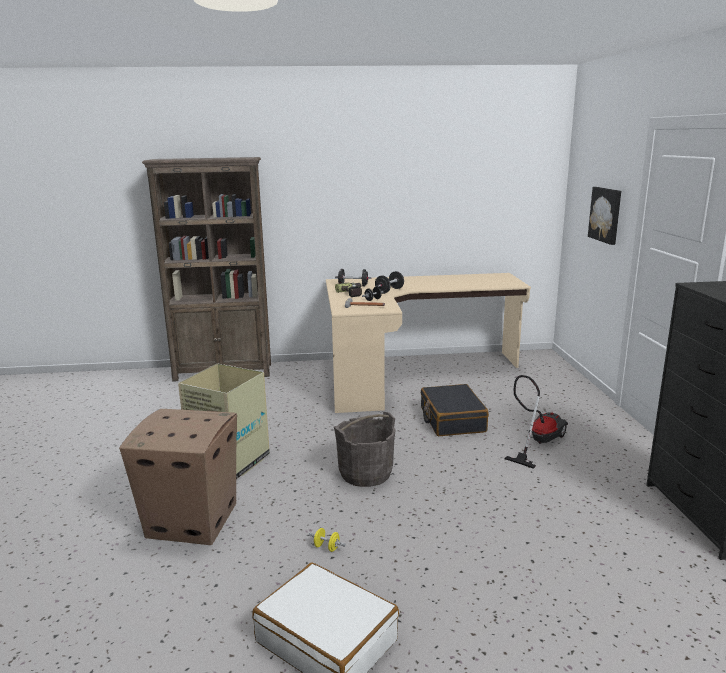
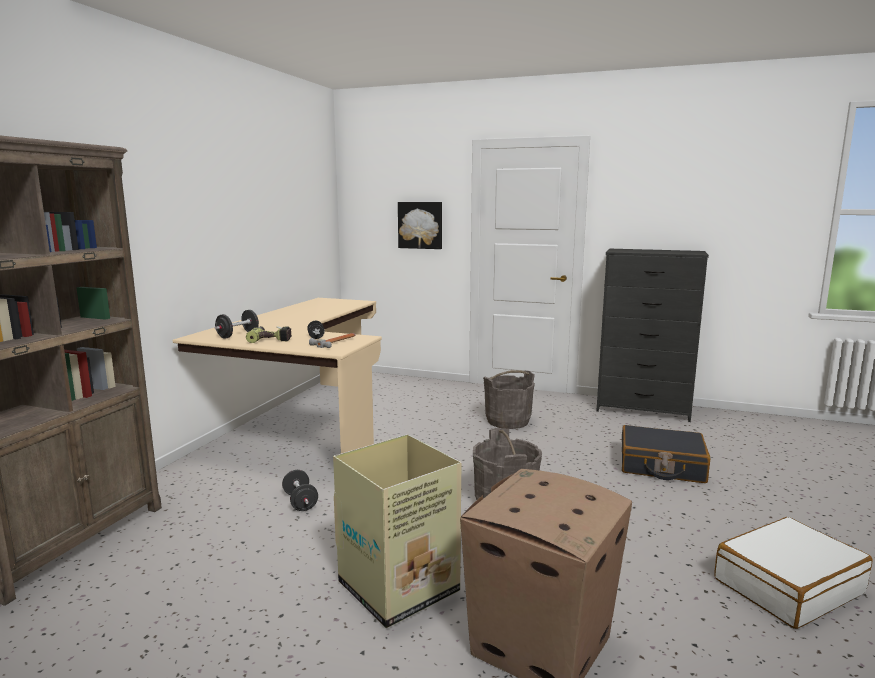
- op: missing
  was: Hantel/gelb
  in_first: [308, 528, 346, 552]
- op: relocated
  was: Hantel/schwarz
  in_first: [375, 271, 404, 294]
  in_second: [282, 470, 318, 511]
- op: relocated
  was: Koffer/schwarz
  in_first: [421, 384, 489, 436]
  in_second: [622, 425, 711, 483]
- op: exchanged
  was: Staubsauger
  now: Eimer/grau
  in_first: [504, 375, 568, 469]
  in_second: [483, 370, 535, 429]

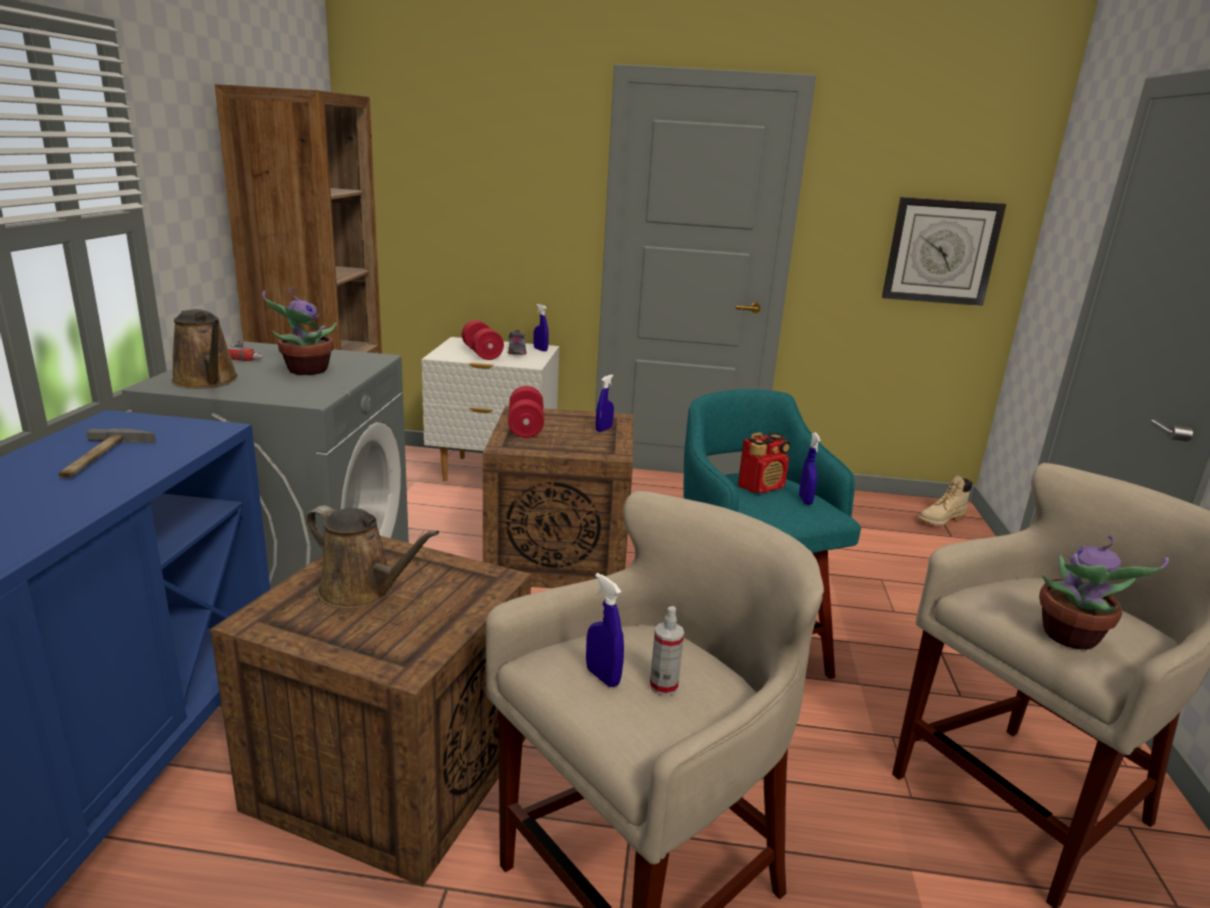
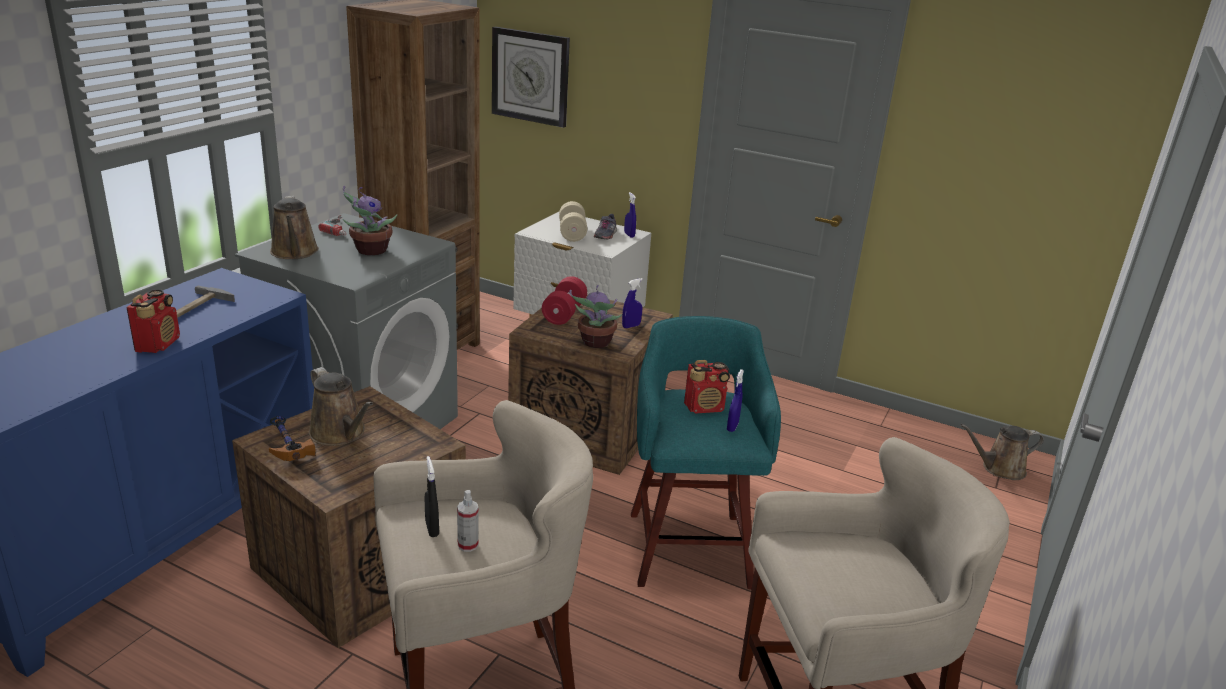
- op: appeared
  now: Radio
  in_second: [126, 289, 180, 353]
- op: appeared
  now: Hammer
  in_second: [269, 416, 316, 461]
- op: relocated
  was: Wanduhr
  in_first: [882, 197, 1006, 306]
  in_second: [492, 27, 570, 128]
- op: relocated
  was: Topfpflanze
  in_first: [1039, 536, 1169, 650]
  in_second: [569, 285, 622, 348]
- op: exchanged
  was: Stiefel/beige
  now: Gießkanne/braun
  in_first: [918, 475, 973, 526]
  in_second: [961, 424, 1044, 480]
- op: colour
  was: Hantel/rot
  now: Hantel/beige
  in_first: [462, 320, 504, 360]
  in_second: [559, 201, 587, 242]
- op: colour
  was: Sprühflasche/blau
  now: Sprühflasche/schwarz
  in_first: [586, 573, 624, 687]
  in_second: [425, 456, 439, 537]

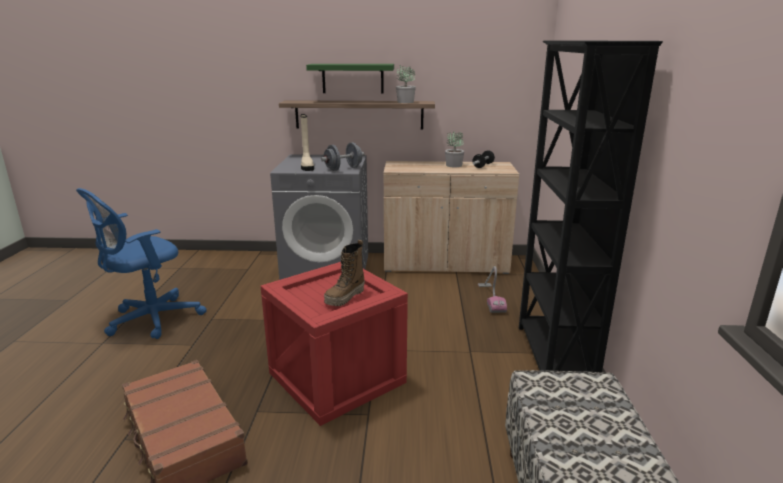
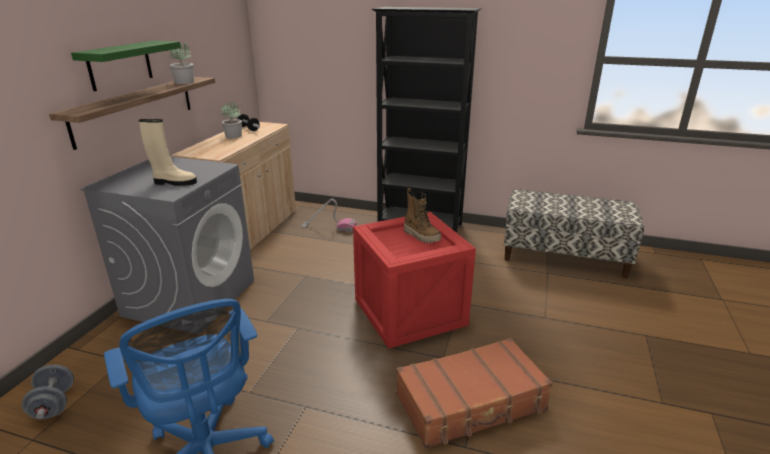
- op: relocated
  was: Hantel/grau
  in_first: [321, 142, 365, 171]
  in_second: [22, 365, 74, 419]

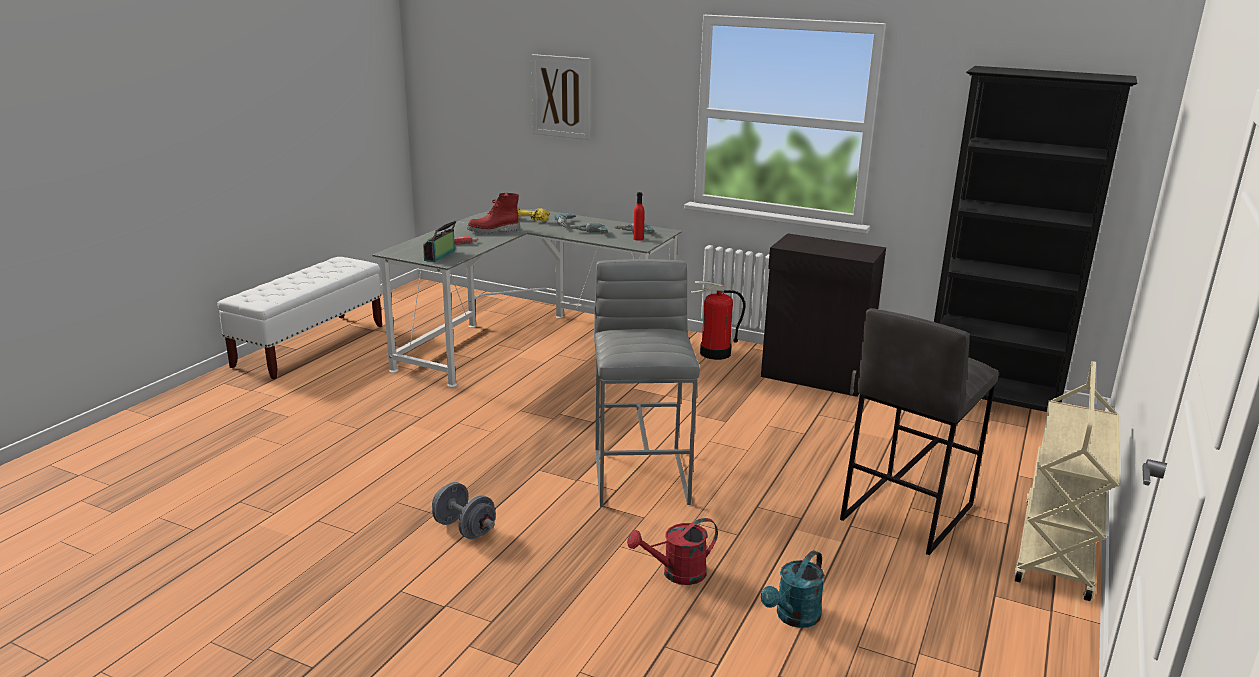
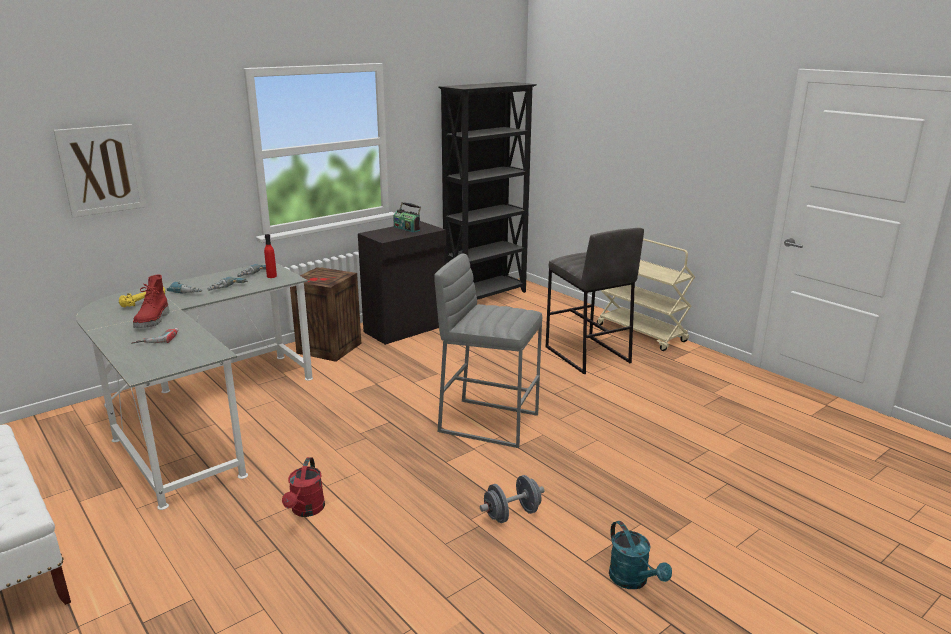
- op: relocated
  was: Radio
  in_first: [423, 221, 456, 262]
  in_second: [393, 202, 421, 233]
- op: relocated
  was: Gießkanne/rot
  in_first: [627, 518, 718, 585]
  in_second: [282, 457, 325, 517]
- op: relocated
  was: Gießkanne/türkis
  in_first: [761, 550, 825, 628]
  in_second: [609, 521, 672, 589]
- op: exchanged
  was: Feuerlöscher
  now: Kiste
  in_first: [691, 281, 746, 360]
  in_second: [290, 267, 361, 362]

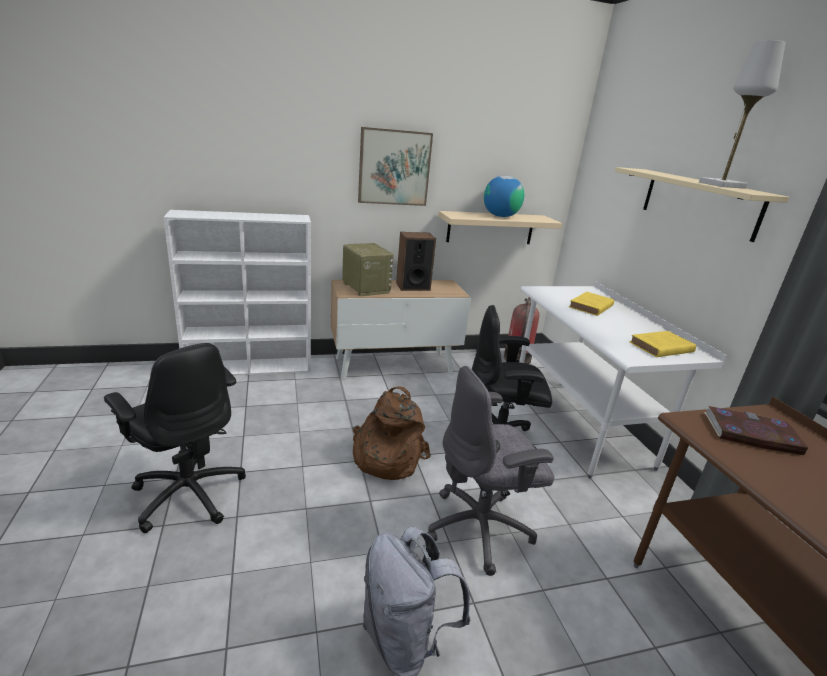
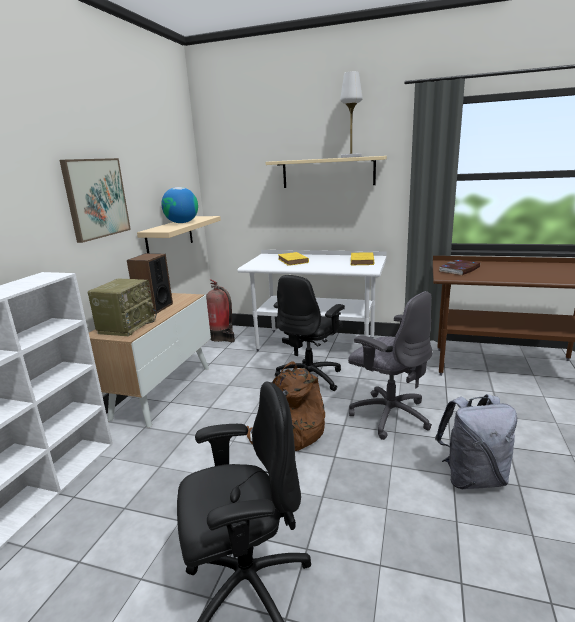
- op: spun
  was: Radio
  in_first: [342, 243, 394, 297]
  in_second: [87, 279, 157, 336]
  clockwise: 105
- op: spun
  was: Bürostuhl/grau
  in_first: [428, 366, 554, 576]
  in_second: [348, 291, 432, 440]
  clockwise: -60

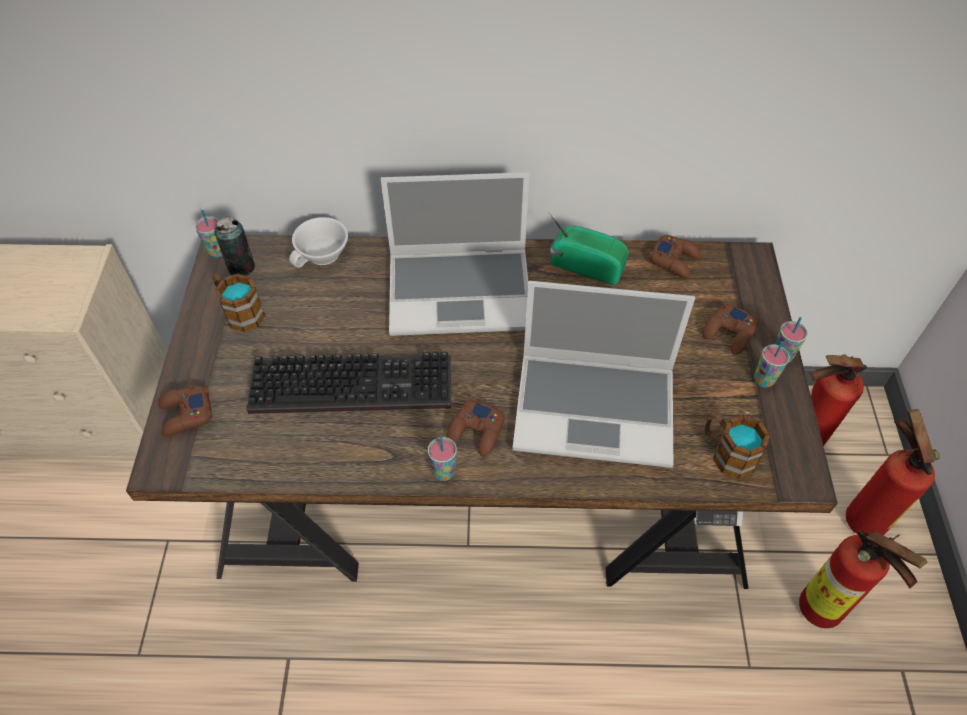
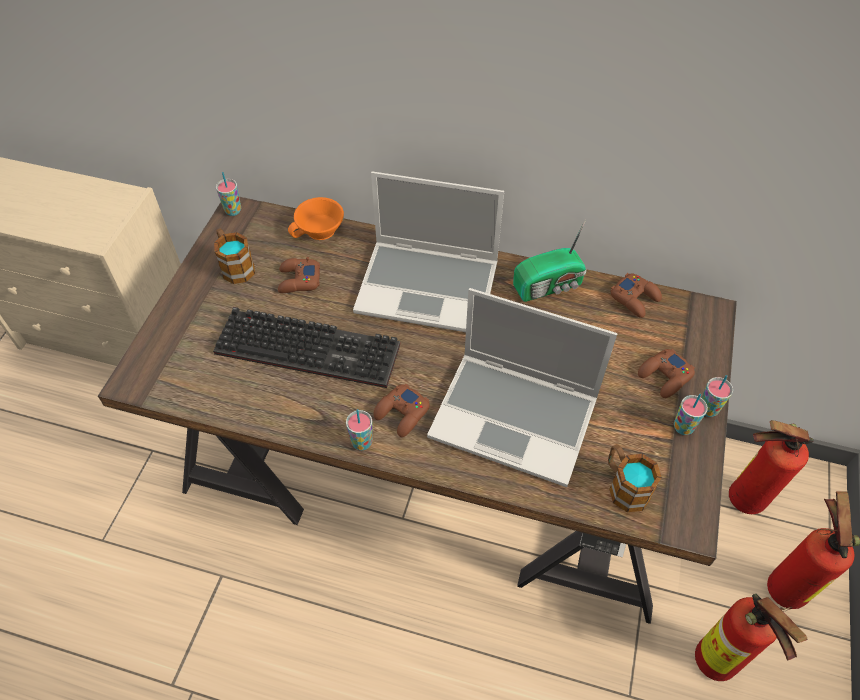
- op: missing
  was: Dose
  in_first: [214, 217, 255, 276]
- op: relocated
  was: Gamepad/braun
  in_first: [158, 385, 213, 436]
  in_second: [278, 257, 320, 293]
- op: colour
  was: Tasse/weiß
  now: Tasse/orange
  in_first: [289, 217, 348, 268]
  in_second: [288, 197, 344, 240]
- op: spun
  was: Radio
  in_first: [549, 213, 629, 285]
  in_second: [513, 219, 587, 302]
  clockwise: 120

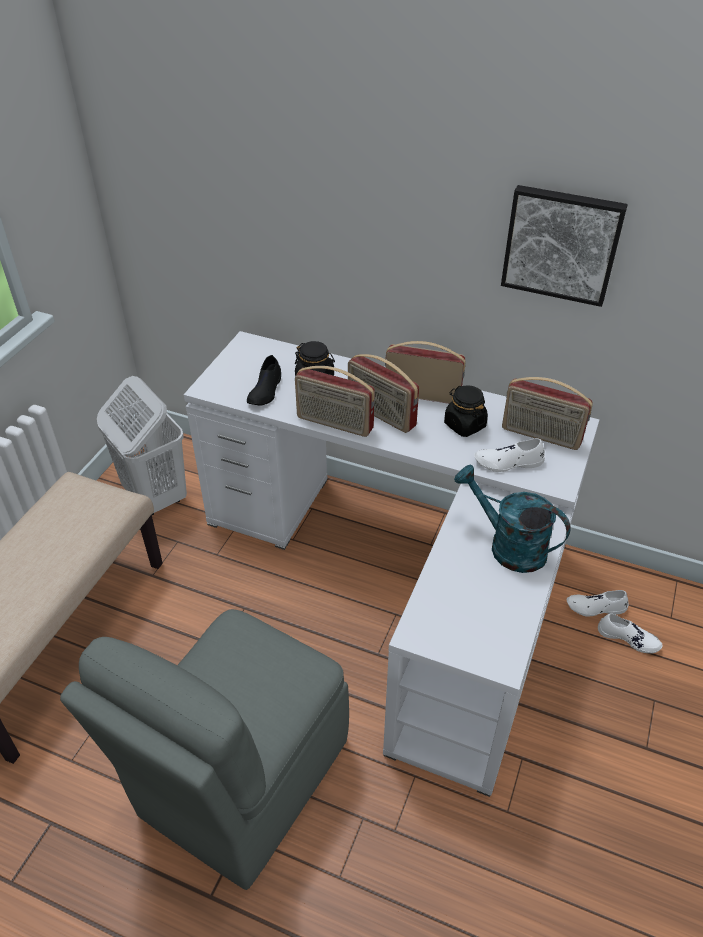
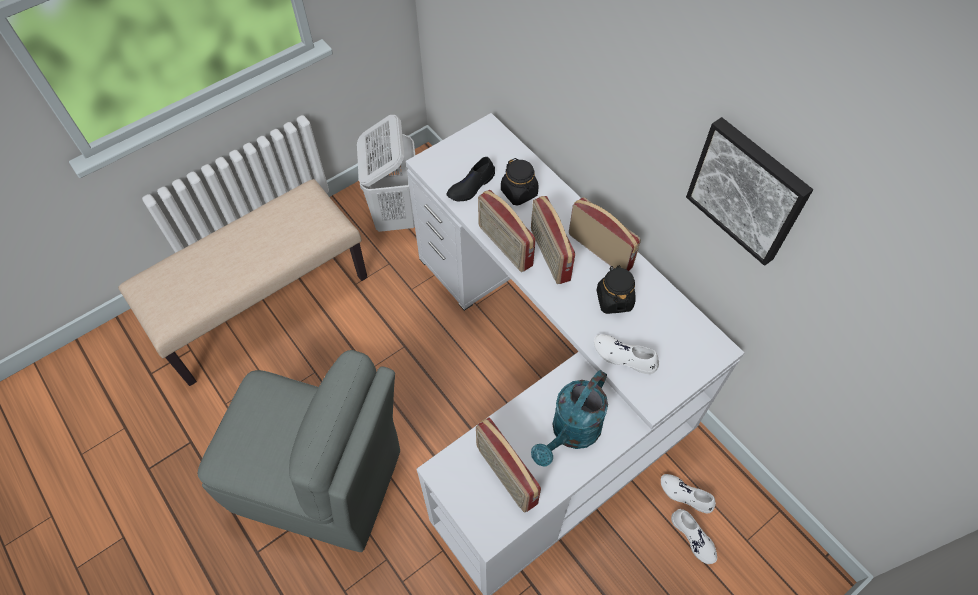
- op: relocated
  was: Radio
  in_first: [502, 377, 593, 450]
  in_second: [476, 417, 541, 513]
- op: spun
  was: Stuhl/grau
  in_first: [60, 609, 349, 890]
  in_second: [198, 350, 400, 552]
  clockwise: -135
- op: spun
  was: Gießkanne/türkis
  in_first: [454, 465, 571, 573]
  in_second: [531, 370, 608, 467]
  clockwise: -120

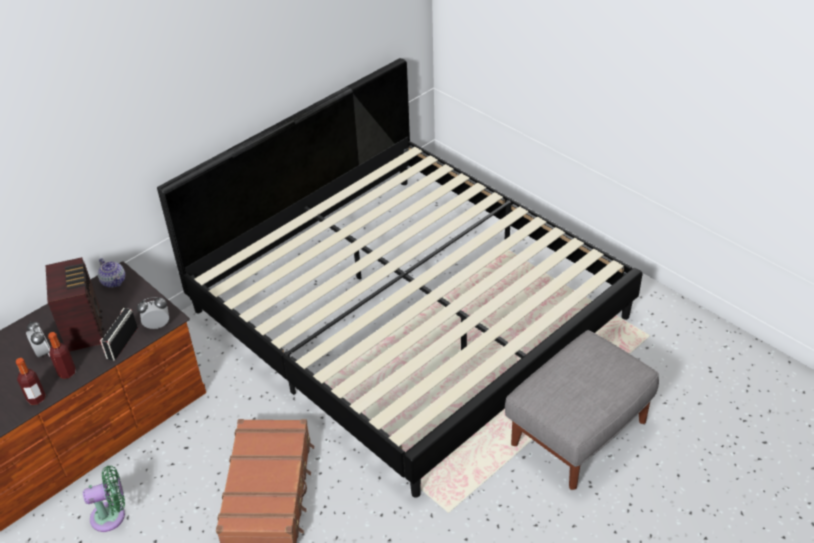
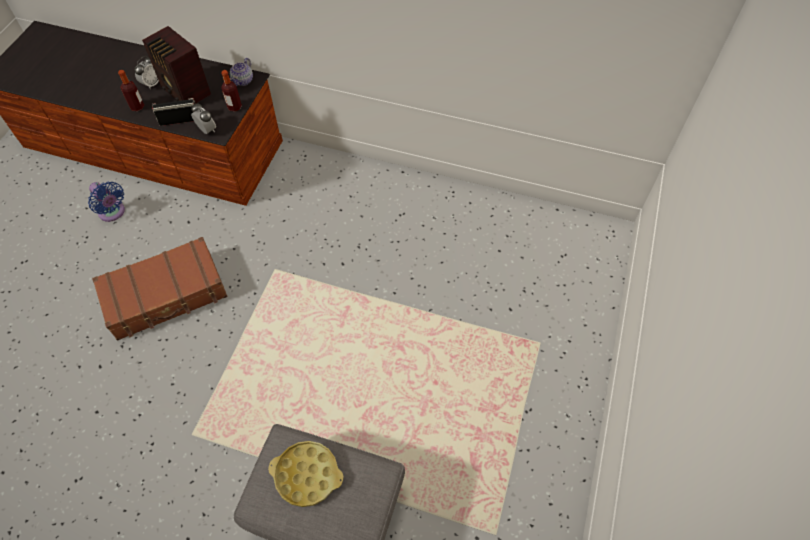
- op: missing
  was: Bett
  in_first: [157, 58, 643, 498]
- op: appeared
  now: Tablett/gelb
  in_second: [268, 441, 343, 507]
- op: relocated
  was: Flasche
  in_first: [16, 358, 46, 405]
  in_second: [221, 70, 242, 112]
- op: colour
  was: Ventilator/grün
  now: Ventilator/blau
  in_first: [83, 466, 125, 532]
  in_second: [88, 182, 125, 222]
- op: spun
  was: Radio
  in_first: [46, 257, 104, 352]
  in_second: [142, 26, 211, 103]
  clockwise: 90

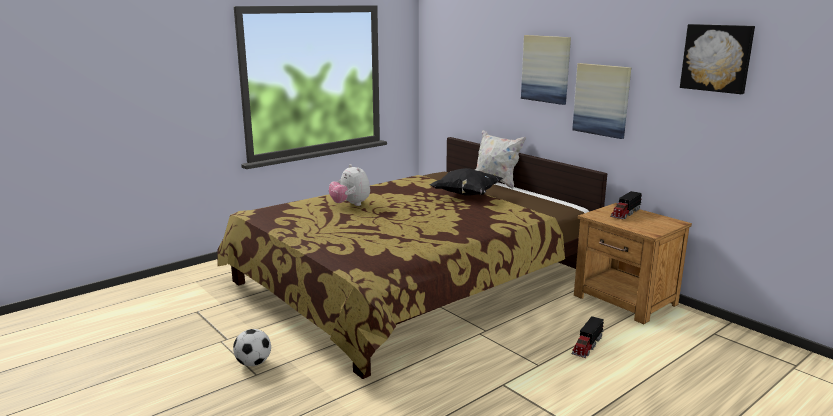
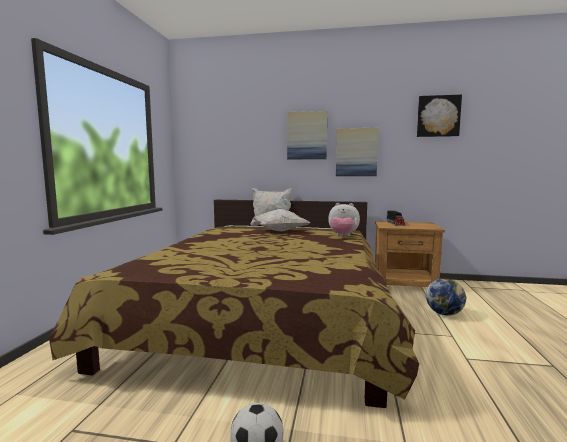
- op: relocated
  was: Plüschtier
  in_first: [329, 164, 370, 206]
  in_second: [328, 203, 360, 236]
- op: exchanged
  was: Spielzeuglaster
  now: Globus
  in_first: [572, 316, 604, 358]
  in_second: [426, 278, 466, 316]
- op: colour
  was: Kissen/schwarz
  now: Kissen/weiß
  in_first: [430, 168, 503, 196]
  in_second: [252, 209, 310, 231]

